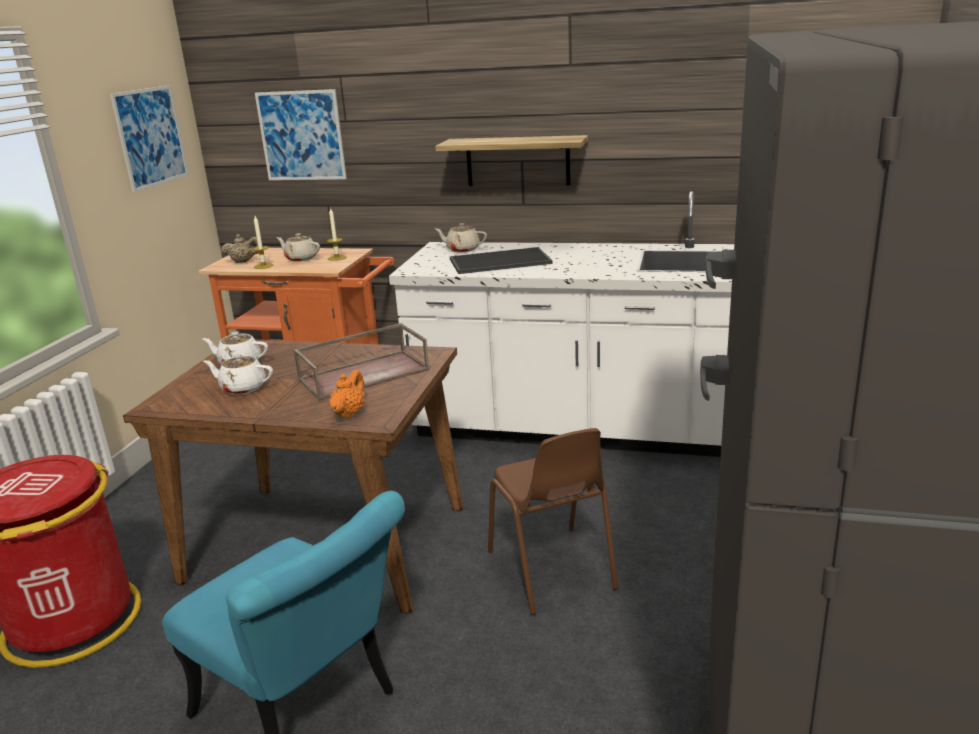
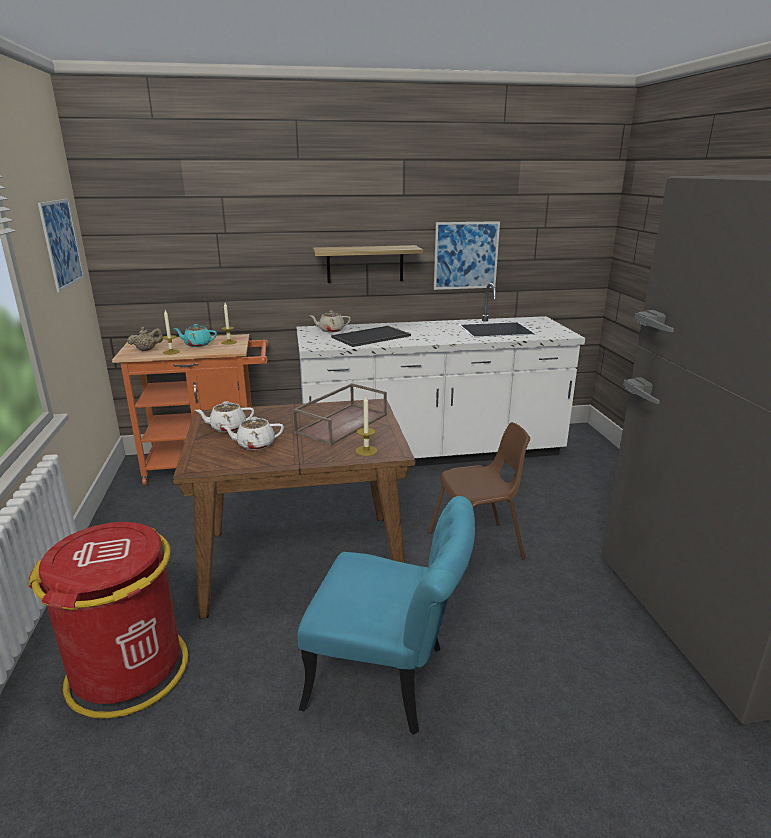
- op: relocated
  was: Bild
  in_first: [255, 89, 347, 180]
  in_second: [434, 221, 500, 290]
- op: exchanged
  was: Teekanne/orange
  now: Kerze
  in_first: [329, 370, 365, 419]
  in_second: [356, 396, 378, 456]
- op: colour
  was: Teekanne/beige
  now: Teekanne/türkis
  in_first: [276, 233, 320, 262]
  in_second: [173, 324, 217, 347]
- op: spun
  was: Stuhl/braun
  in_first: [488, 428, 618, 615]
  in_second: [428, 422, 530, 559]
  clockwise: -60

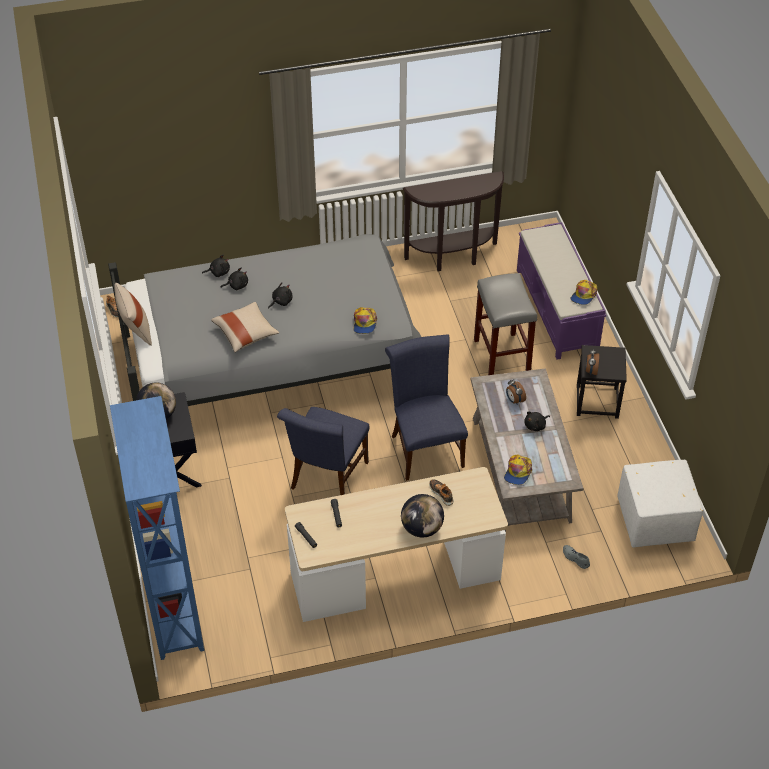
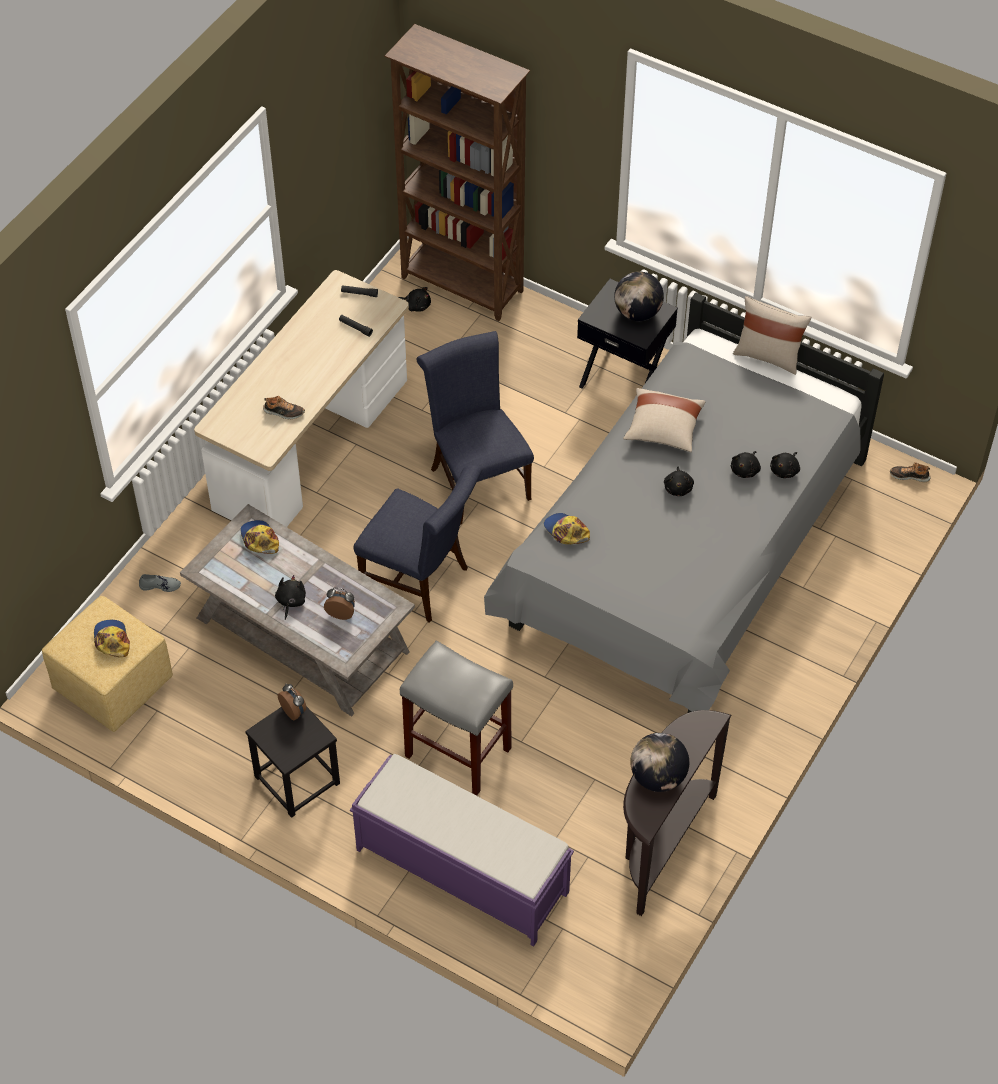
- op: appeared
  now: Plüschtier/schwarz
  in_second: [399, 287, 431, 312]
- op: relocated
  was: Globus
  in_first: [401, 494, 444, 538]
  in_second: [630, 733, 689, 792]
- op: relocated
  was: Kappe
  in_first: [571, 280, 597, 305]
  in_second: [94, 620, 130, 657]
- op: colour
  was: Bücherregal/blau
  now: Bücherregal/braun
  in_first: [110, 396, 204, 660]
  in_second: [384, 24, 530, 321]
- op: colour
  was: Polsterhocker/weiß
  now: Polsterhocker/gelb
  in_first: [617, 459, 703, 548]
  in_second: [42, 596, 173, 732]

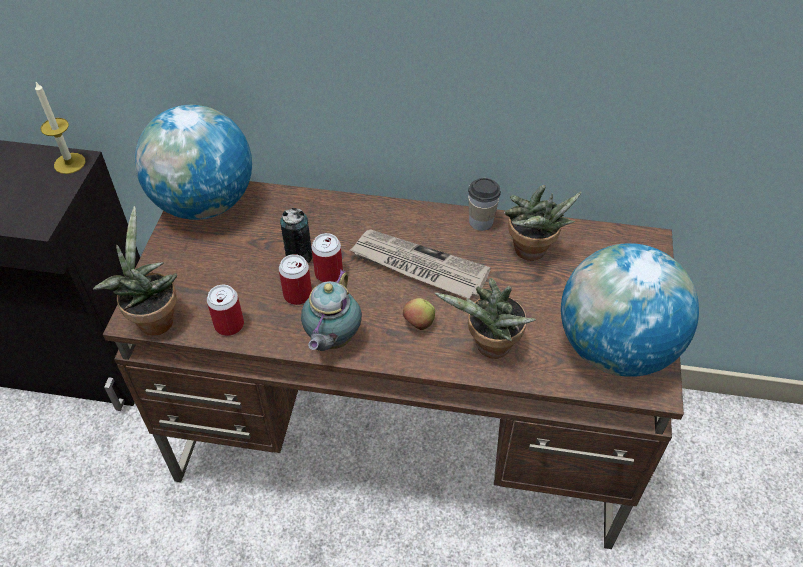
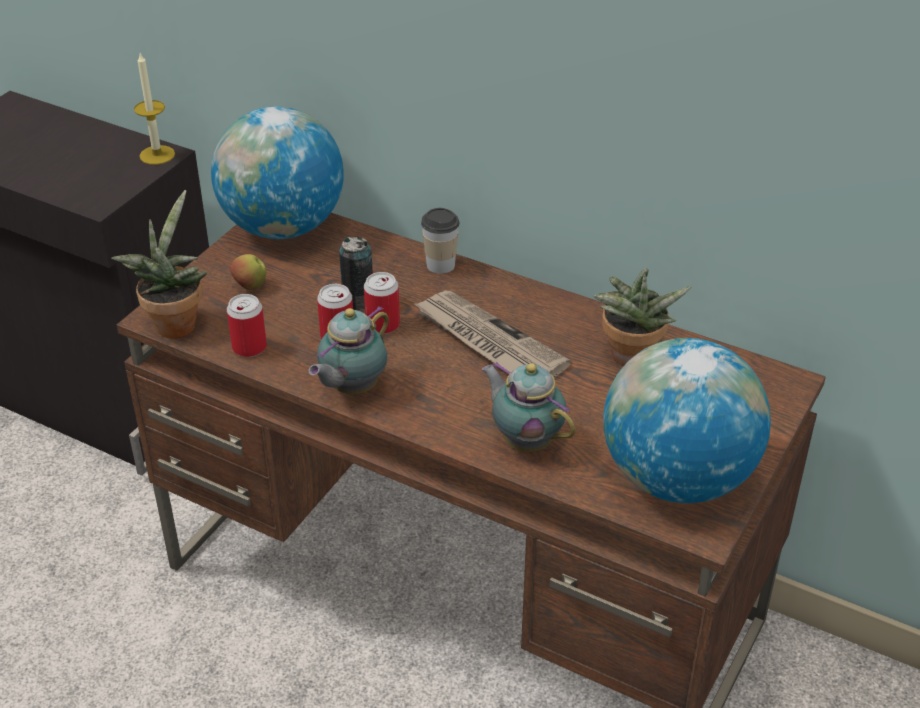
- op: relocated
  was: Apfel
  in_first: [403, 298, 435, 330]
  in_second: [230, 254, 267, 290]
- op: relocated
  was: Tasse
  in_first: [468, 178, 501, 231]
  in_second: [421, 208, 459, 274]
- op: exchanged
  was: Topfpflanze
  now: Teekanne
  in_first: [435, 278, 536, 359]
  in_second: [482, 362, 575, 452]

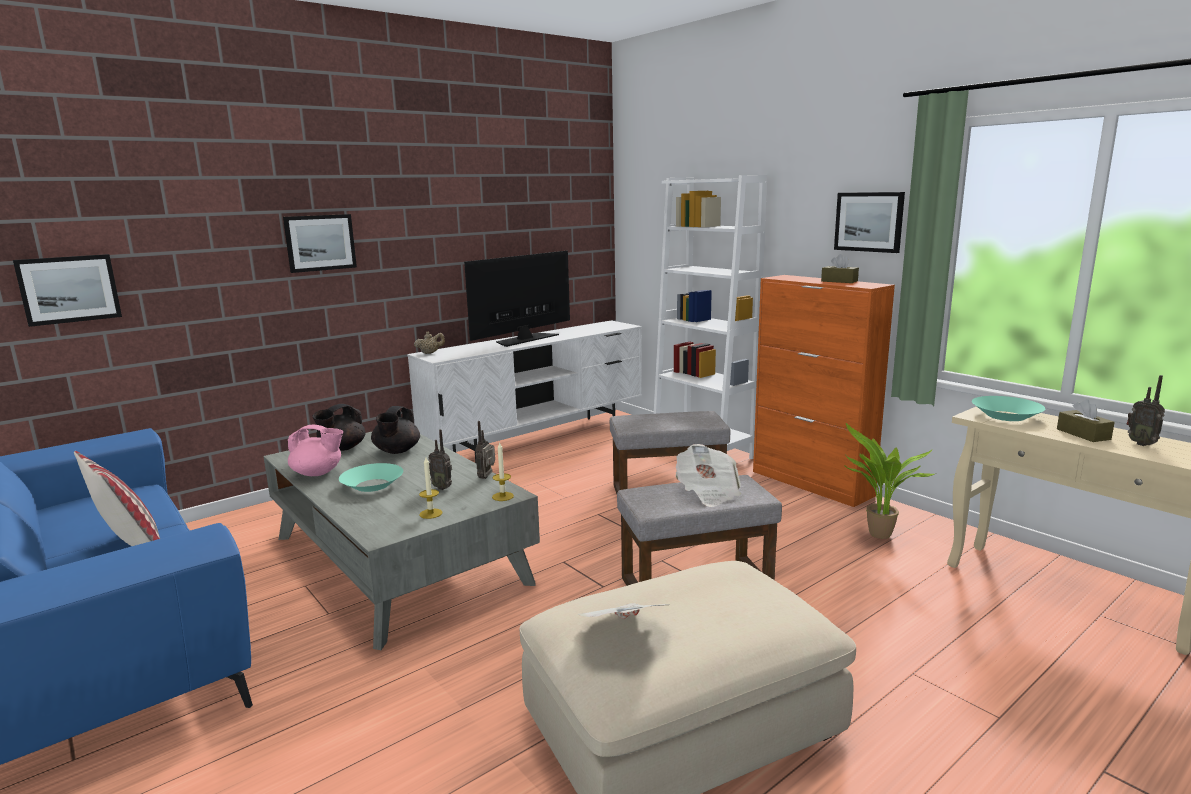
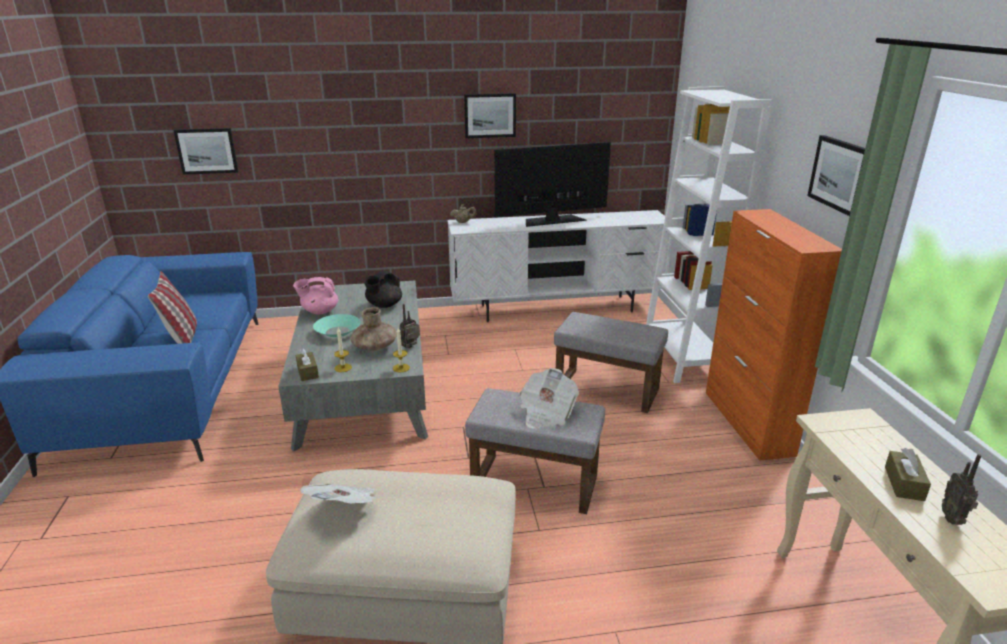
- op: missing
  was: Teekanne/schwarz
  in_first: [312, 404, 365, 451]
- op: missing
  was: Topfpflanze
  in_first: [844, 423, 935, 539]
- op: missing
  was: Schüssel/türkis
  in_first: [972, 396, 1045, 421]
- op: relocated
  was: Bild
  in_first: [283, 214, 357, 273]
  in_second: [464, 93, 516, 138]
- op: relocated
  was: Taschentuchbox/braun
  in_first: [821, 254, 859, 283]
  in_second: [296, 348, 319, 381]
- op: exchanged
  was: Radio
  now: Vase/braun
  in_first: [429, 429, 452, 490]
  in_second: [351, 307, 397, 351]
- op: spun
  was: Teekanne/rosa
  in_first: [288, 424, 343, 476]
  in_second: [293, 277, 338, 314]
  clockwise: 135

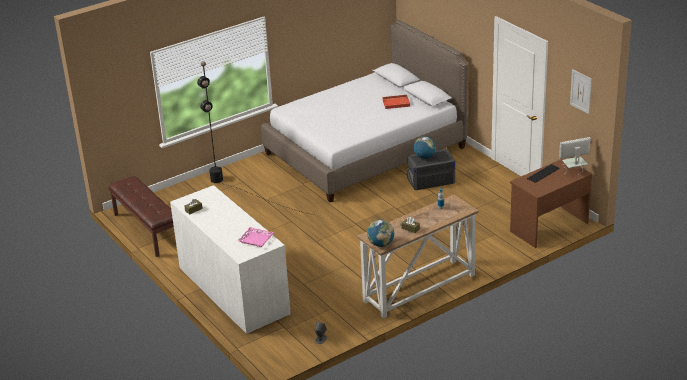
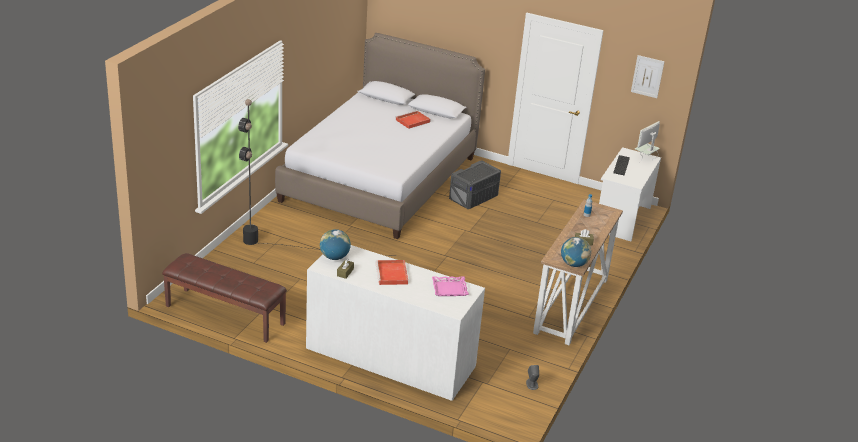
- op: appeared
  now: Tablett/rot
  in_second: [375, 260, 408, 285]
- op: relocated
  was: Globus
  in_first: [413, 136, 436, 159]
  in_second: [320, 229, 351, 260]
- op: colour
  was: Schreibtisch/braun
  now: Schreibtisch/weiß
  in_first: [510, 158, 592, 248]
  in_second: [599, 147, 661, 241]

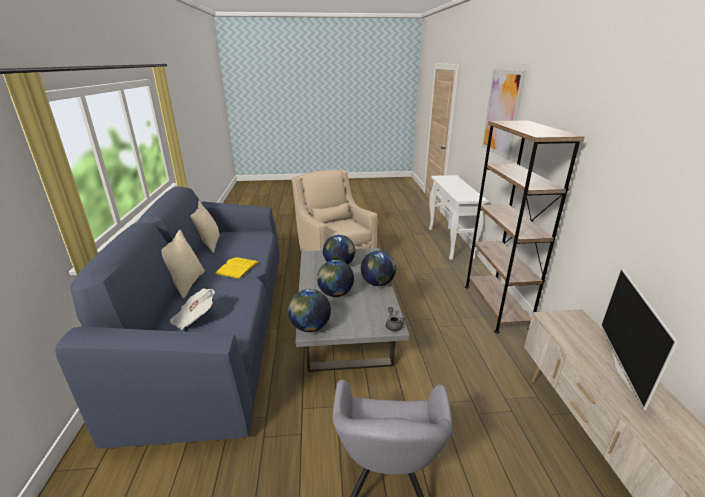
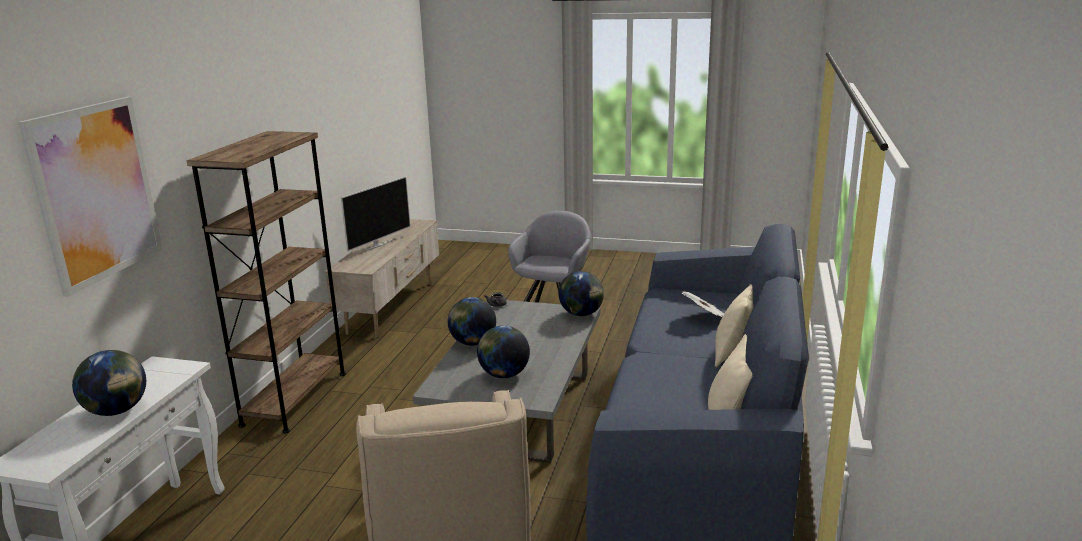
- op: missing
  was: Buch/gelb
  in_first: [215, 257, 260, 279]
- op: relocated
  was: Globus
  in_first: [317, 260, 354, 297]
  in_second: [72, 350, 146, 416]

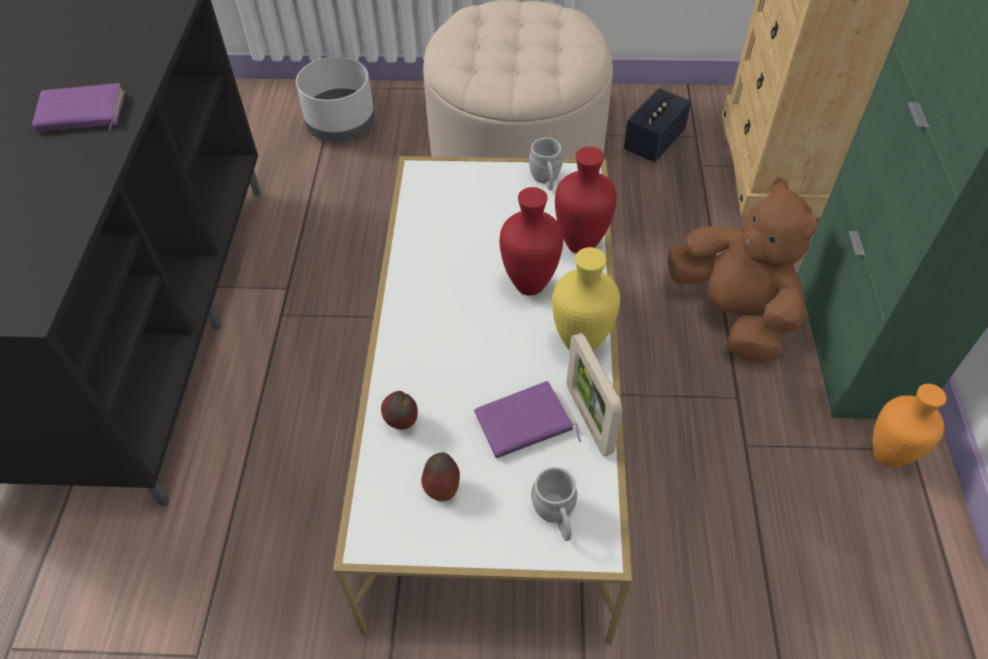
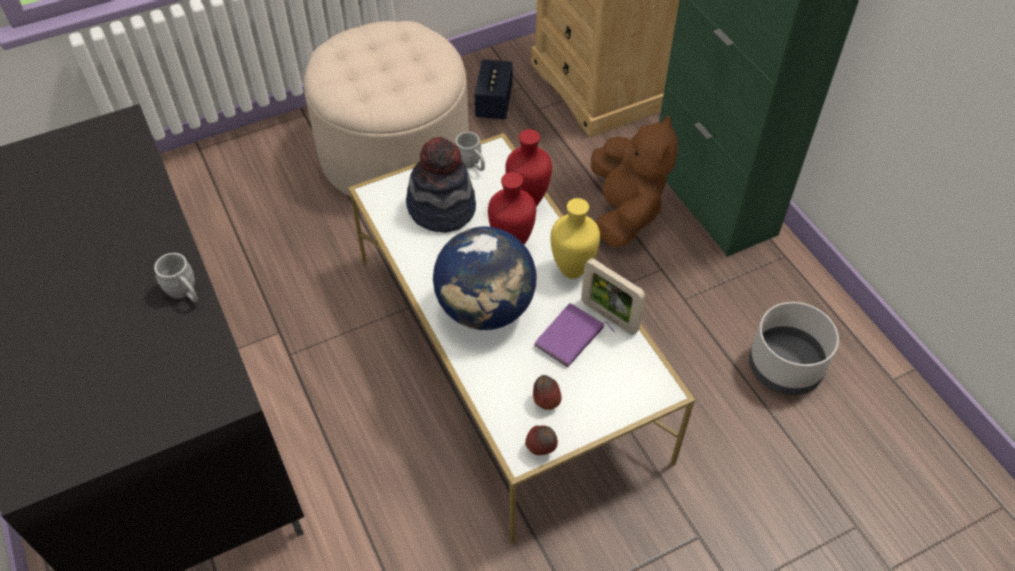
- op: missing
  was: Buch/lila
  in_first: [32, 83, 125, 132]
- op: missing
  was: Vase/orange
  in_first: [873, 384, 947, 468]
- op: appeared
  now: Hut
  in_second: [406, 137, 476, 233]
- op: appeared
  now: Globus
  in_second: [433, 226, 536, 330]
- op: relocated
  was: Pflanzkübel/grau
  in_first: [296, 56, 375, 142]
  in_second: [749, 302, 839, 395]
- op: relocated
  was: Apfel
  in_first: [381, 391, 418, 430]
  in_second: [525, 425, 558, 455]
- op: relocated
  was: Henkelbecher/grau
  in_first: [531, 467, 577, 541]
  in_second: [154, 253, 198, 302]
- op: spun
  was: Plüschtier/braun
  in_first: [667, 177, 817, 363]
  in_second: [591, 115, 678, 247]
  clockwise: 60

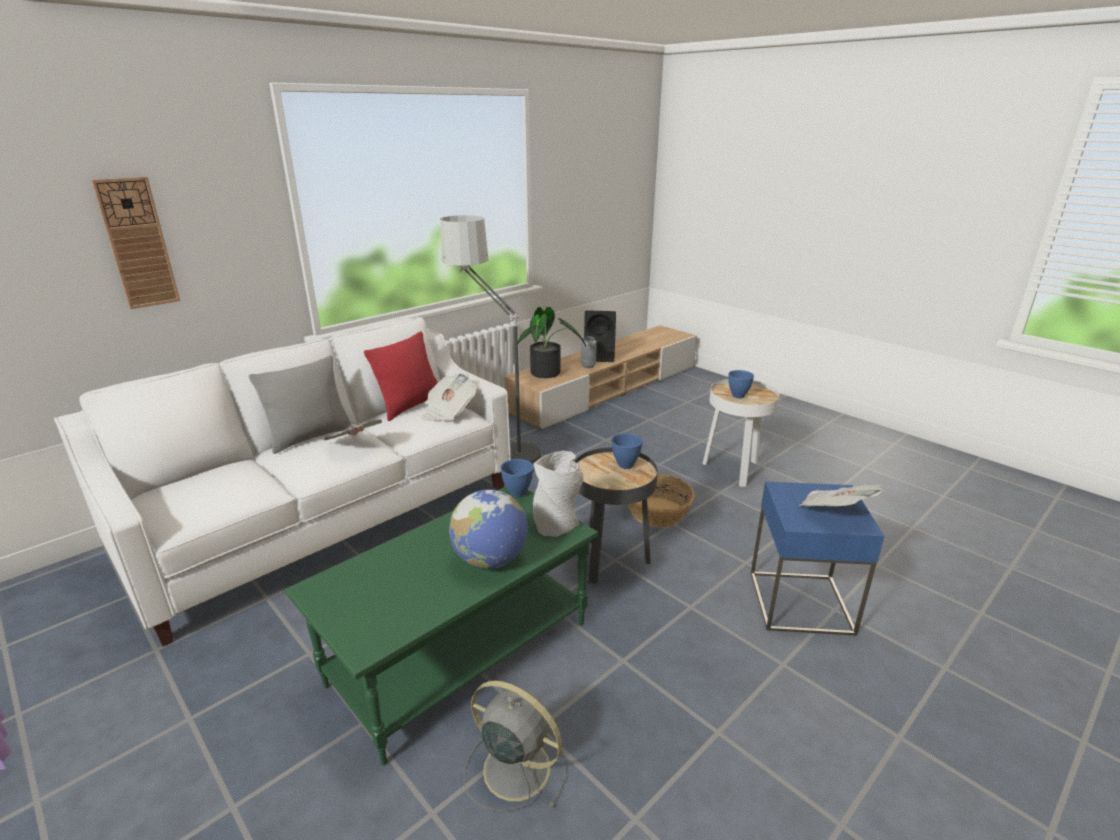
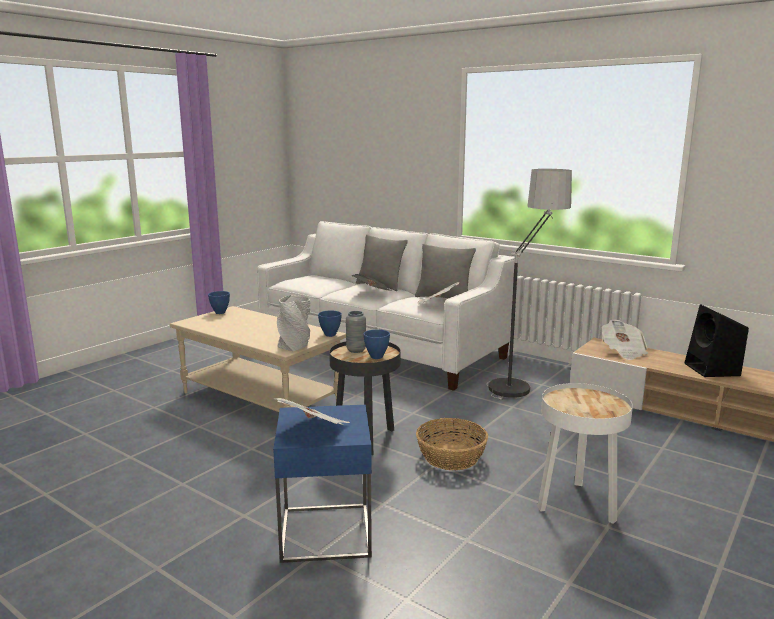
- op: missing
  was: Wanduhr
  in_first: [91, 177, 180, 309]
- op: missing
  was: Globus
  in_first: [449, 490, 528, 569]
- op: missing
  was: Ventilator/grau
  in_first: [464, 681, 566, 812]
- op: relocated
  was: Vase/grau
  in_first: [581, 336, 597, 368]
  in_second: [346, 311, 366, 353]
- op: relocated
  was: Schüssel/blau
  in_first: [728, 370, 754, 398]
  in_second: [208, 291, 230, 314]
- op: exchanged
  was: Topfpflanze
  now: Zeitung
  in_first: [518, 307, 586, 378]
  in_second: [602, 320, 648, 360]
- op: colour
  was: Couchtisch/grün
  now: Couchtisch/beige
  in_first: [285, 486, 598, 765]
  in_second: [170, 306, 346, 412]
- op: colour
  was: Kissen/rot
  now: Kissen/grau
  in_first: [364, 331, 438, 421]
  in_second: [415, 244, 476, 298]

